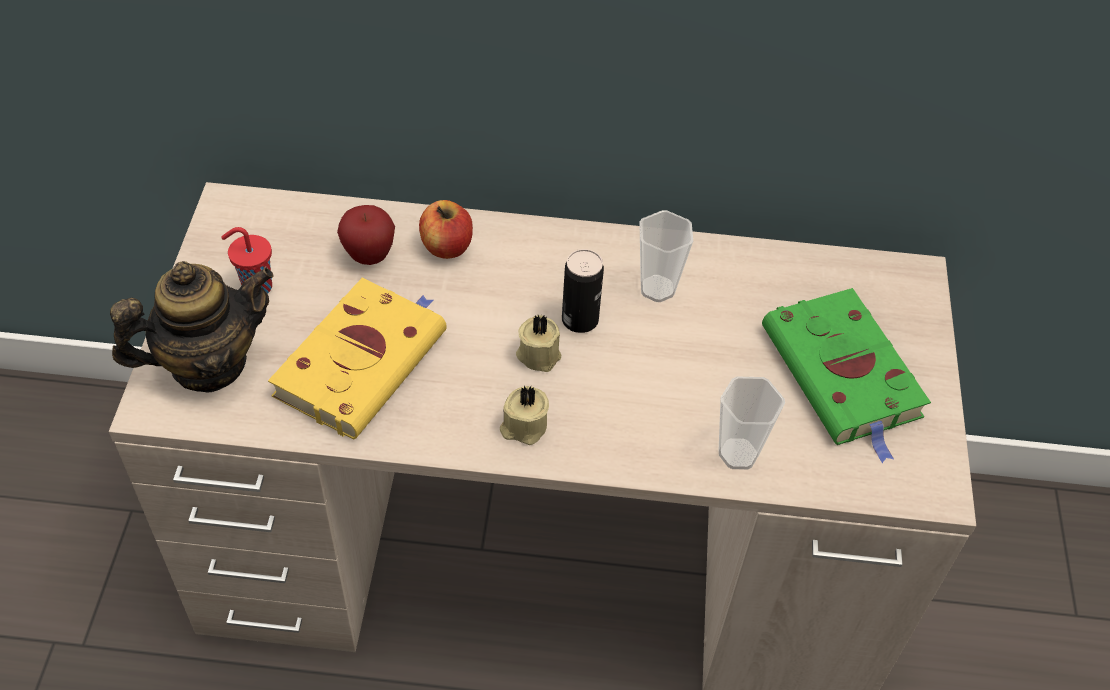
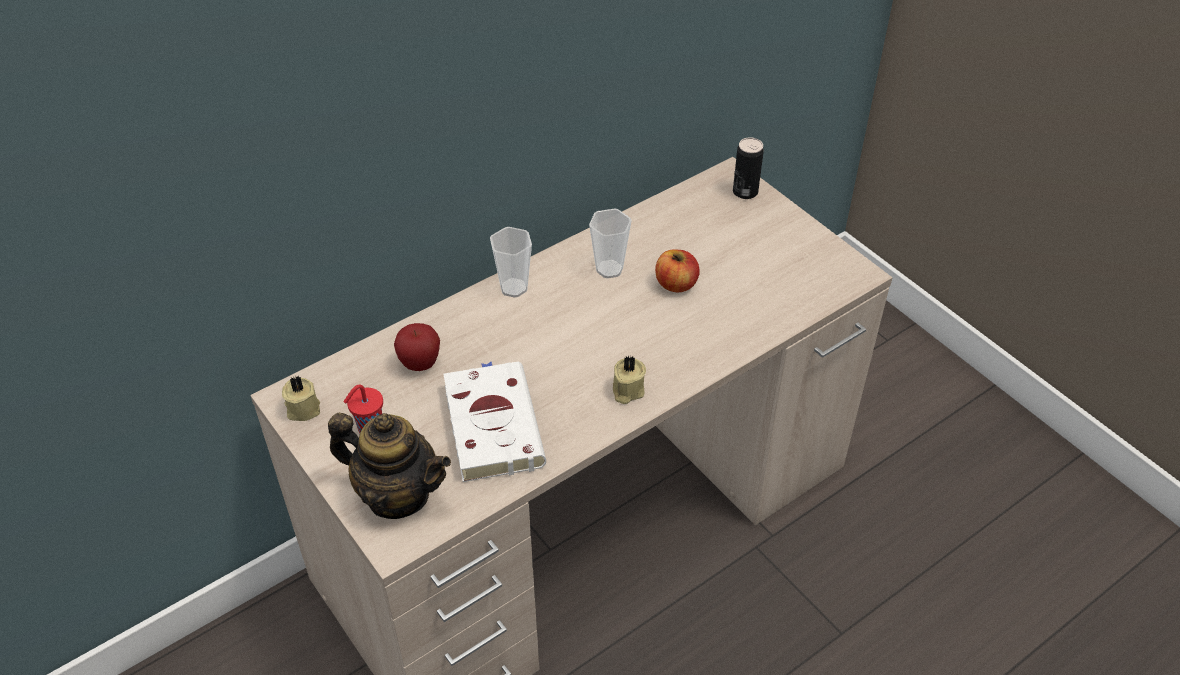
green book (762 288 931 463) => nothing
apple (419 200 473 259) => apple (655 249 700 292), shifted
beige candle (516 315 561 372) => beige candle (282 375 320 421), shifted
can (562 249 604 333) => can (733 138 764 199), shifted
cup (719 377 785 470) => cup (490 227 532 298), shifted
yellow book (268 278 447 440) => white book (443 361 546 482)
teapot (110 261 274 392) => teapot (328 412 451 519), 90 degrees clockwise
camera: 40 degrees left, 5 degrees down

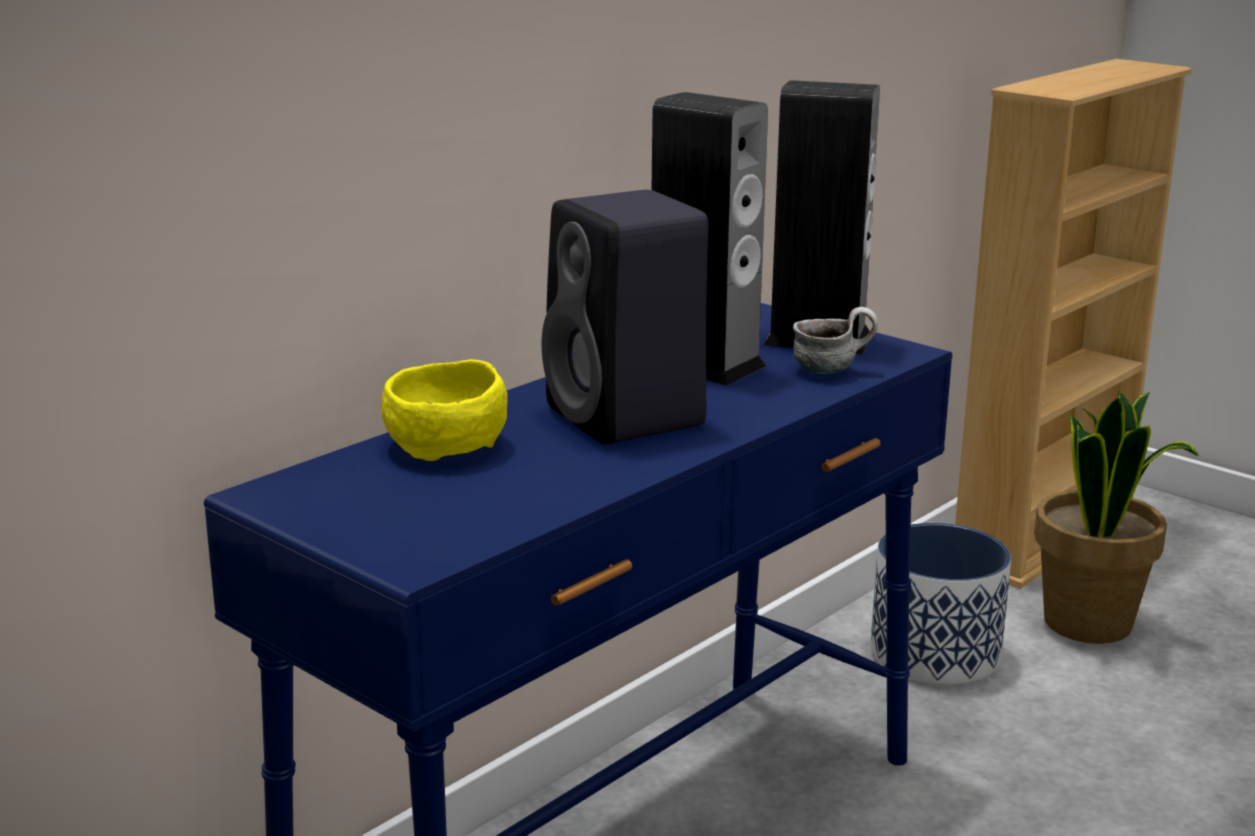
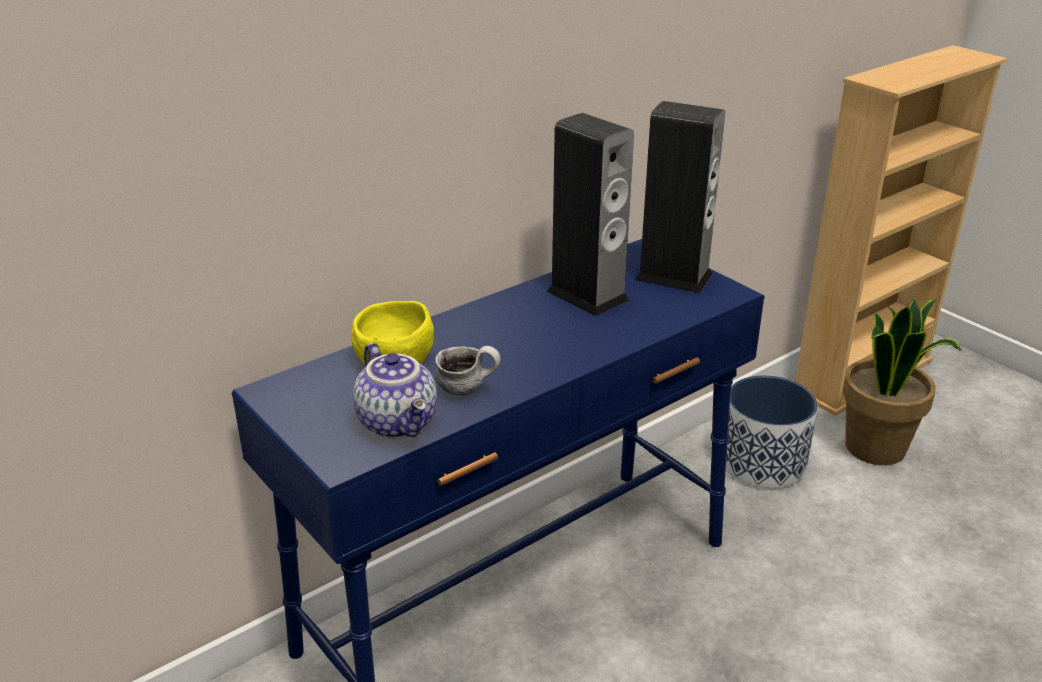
black speaker (542 190 708 444) => nothing
nothing => teapot (353 343 437 439)
mug (793 307 878 374) => mug (435 346 501 396), shifted
camera: 10 degrees right, 10 degrees up

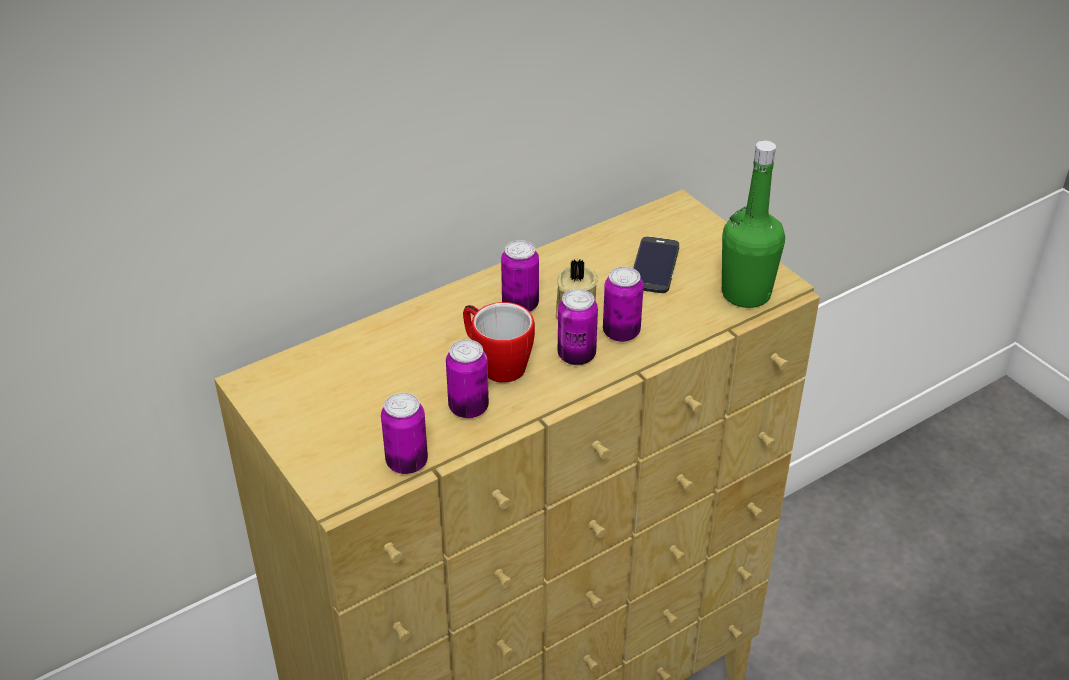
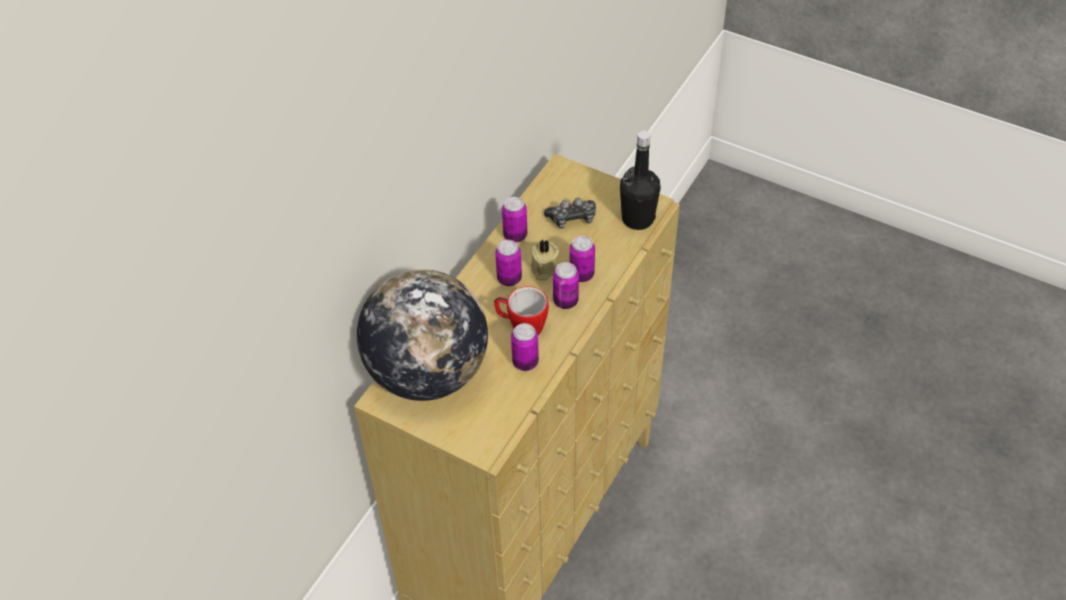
nothing => globe (357 269 488 401)
can (381 393 428 474) => can (502 197 527 243), shifted
phone (633 236 679 293) => game controller (544 198 596 229)
green bottle (722 141 785 308) => black bottle (620 131 661 230)
camera: 25 degrees left, 10 degrees up

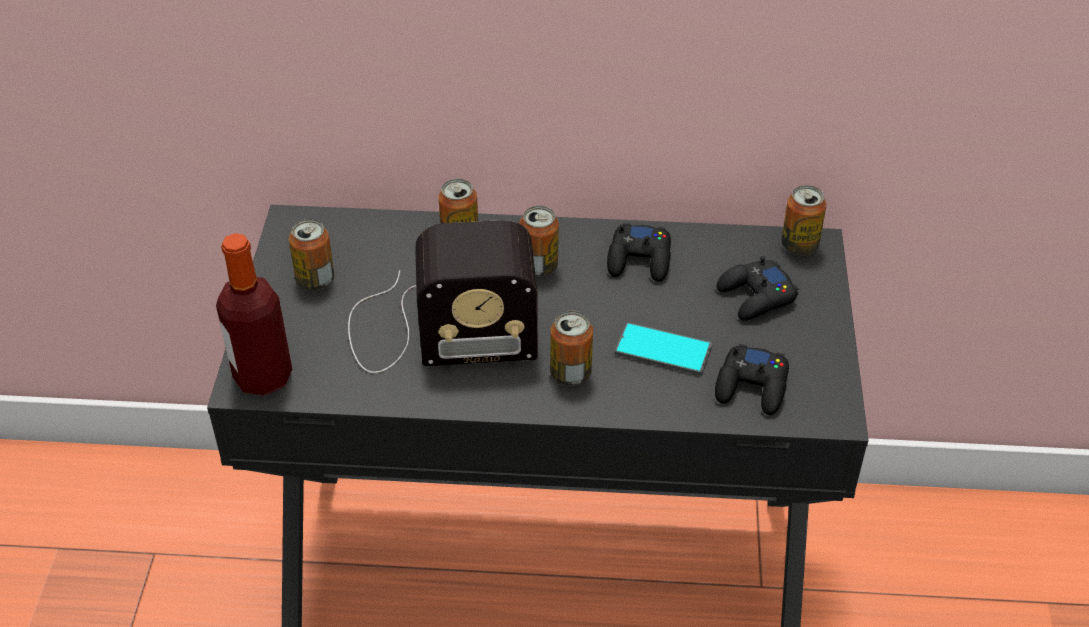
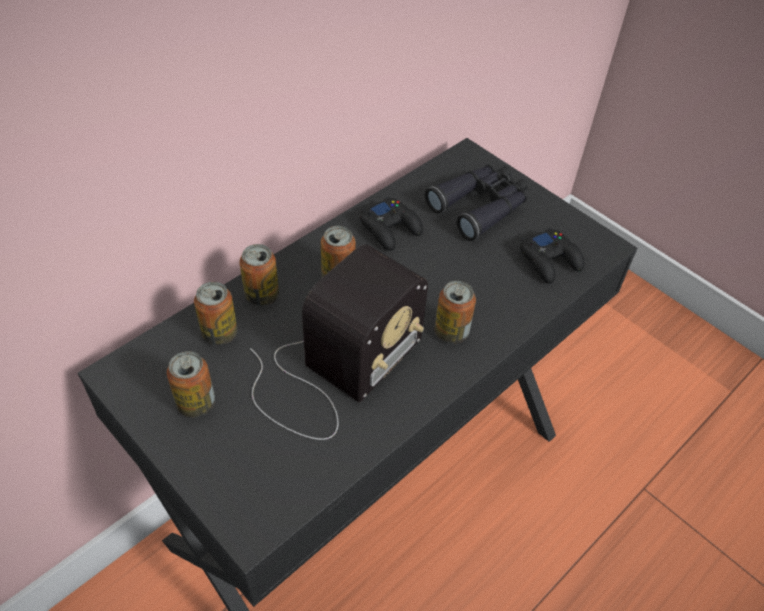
bottle (216 233 292 396) => nothing
phone (615 322 712 375) => nothing
can (781 185 826 255) => can (194 282 238 345), shifted
black game controller (717 256 799 321) => black binoculars (425 165 528 241)
camera: 50 degrees left, 5 degrees up

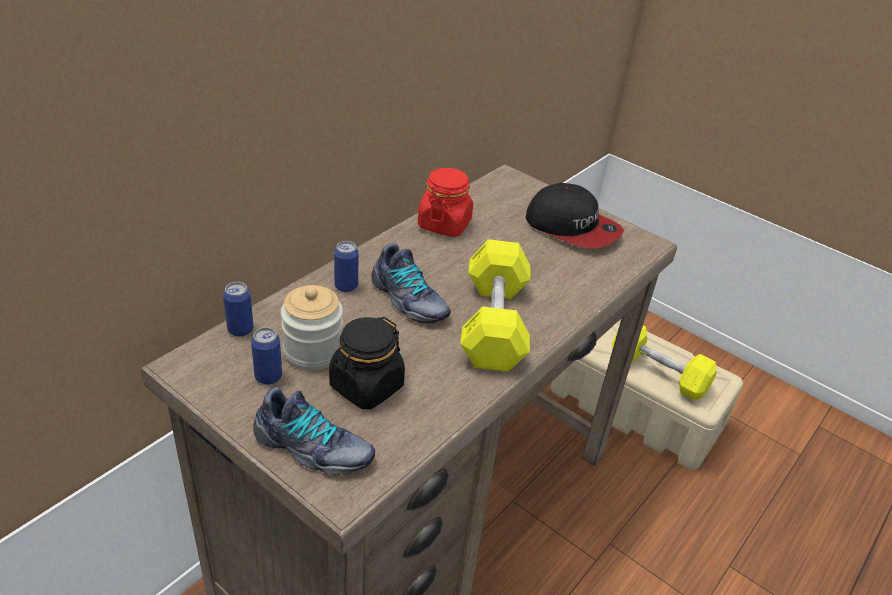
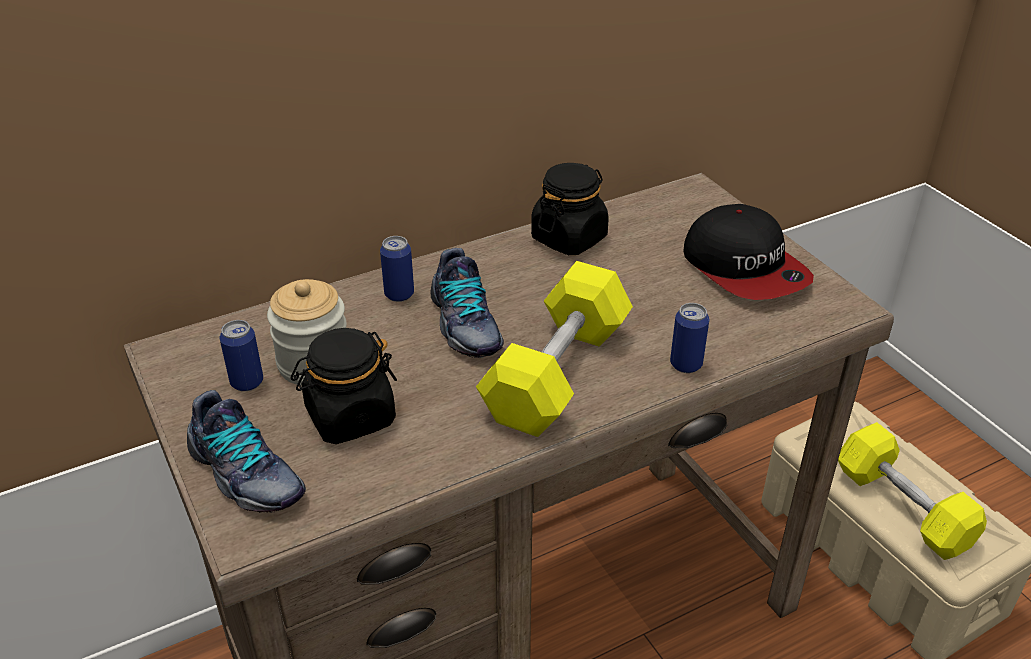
can (223 282 254 337) => can (670 303 709 373), shifted
red jar (418 168 473 237) => black jar (531 163 609 255)
camera: 25 degrees right, 0 degrees up

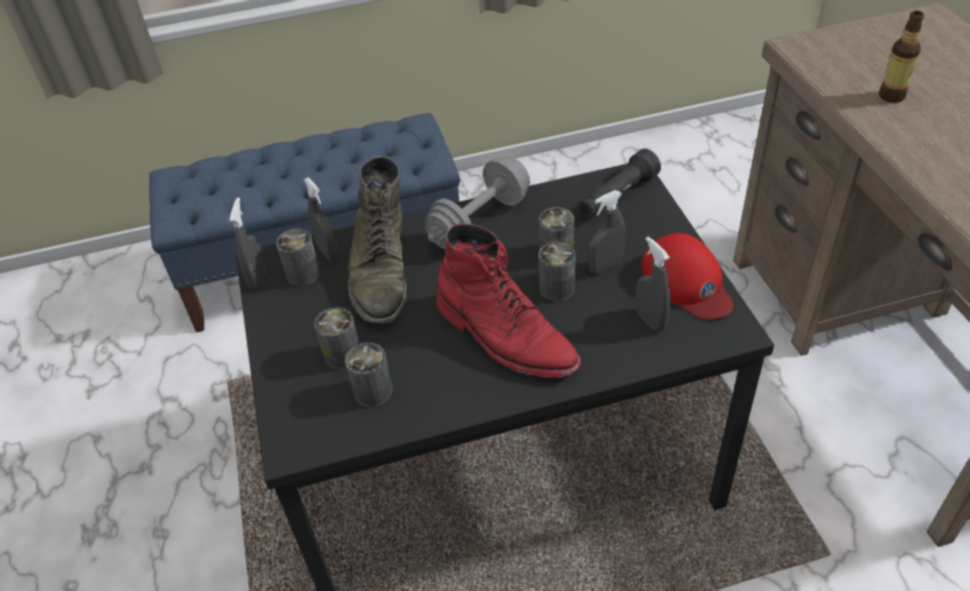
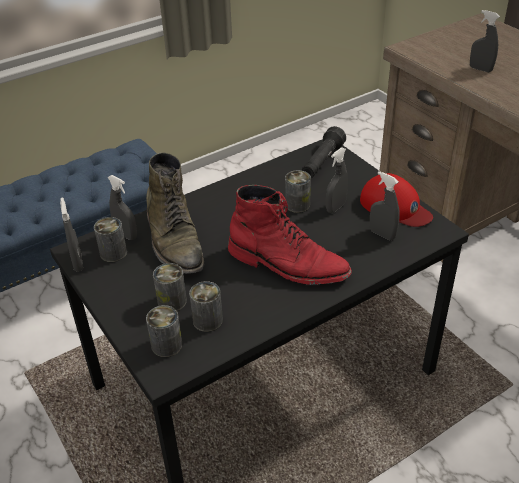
grey dumbbell (424 157 530 250) => nothing
can (539 242 576 301) => can (146 305 182 357), shifted
bottle (879 11 924 103) => grey spray bottle (470 10 500 73)
camera: 20 degrees left, 5 degrees down

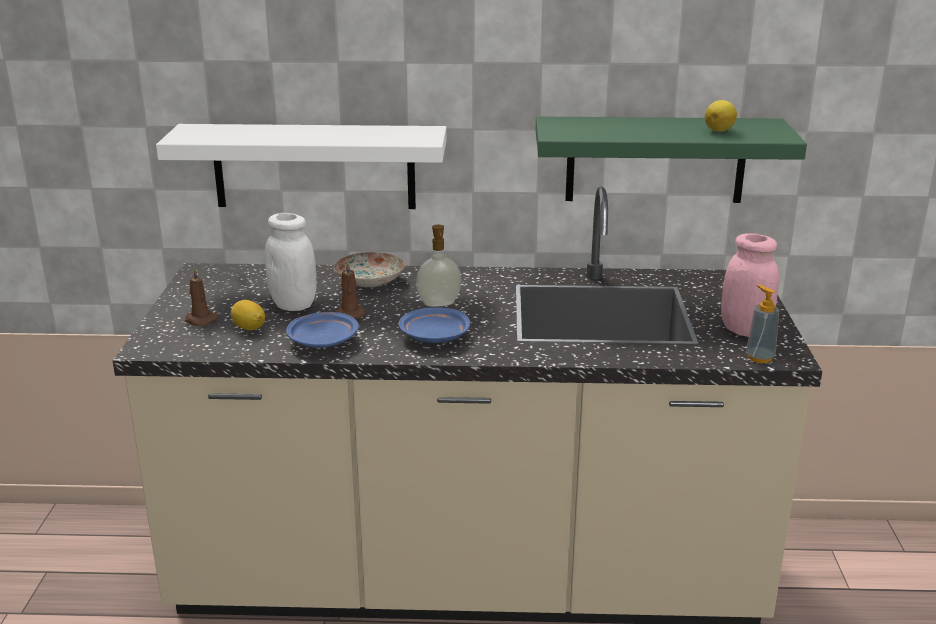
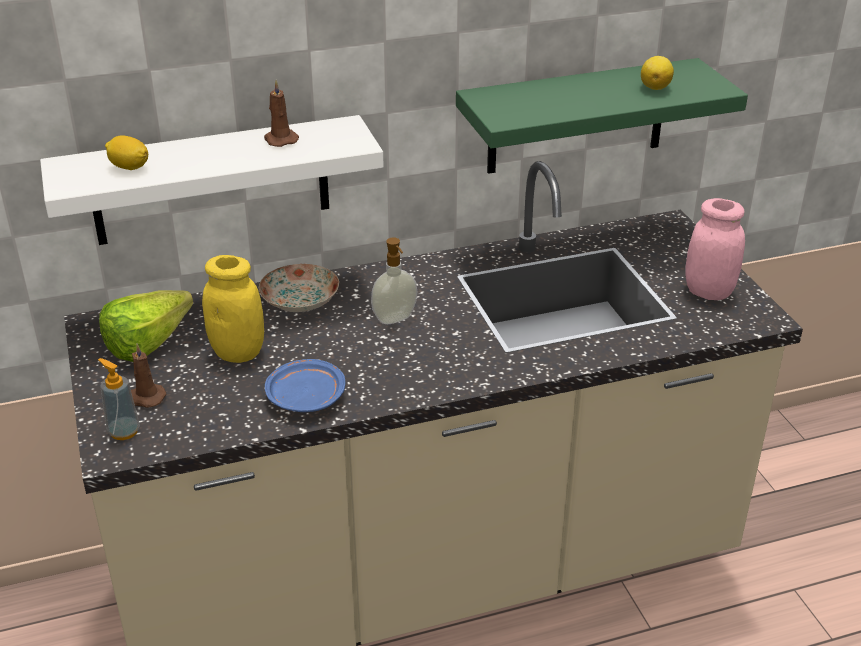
blue plate (399 307 470 343) => nothing
nothing => lettuce (99 290 193 362)
lemon (231 300 265 331) => lemon (105 135 148 170), shifted
brown candle (337 261 365 318) => brown candle (264 80 299 147), shifted
soap dispenser (746 285 779 363) => soap dispenser (98 358 140 440), shifted
white jar (265 212 316 311) => yellow jar (202 255 264 363)
camera: 20 degrees left, 10 degrees up

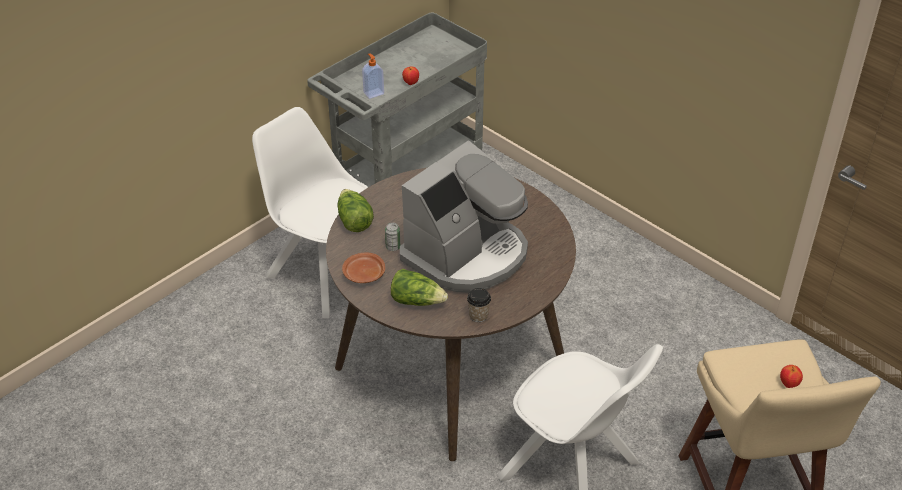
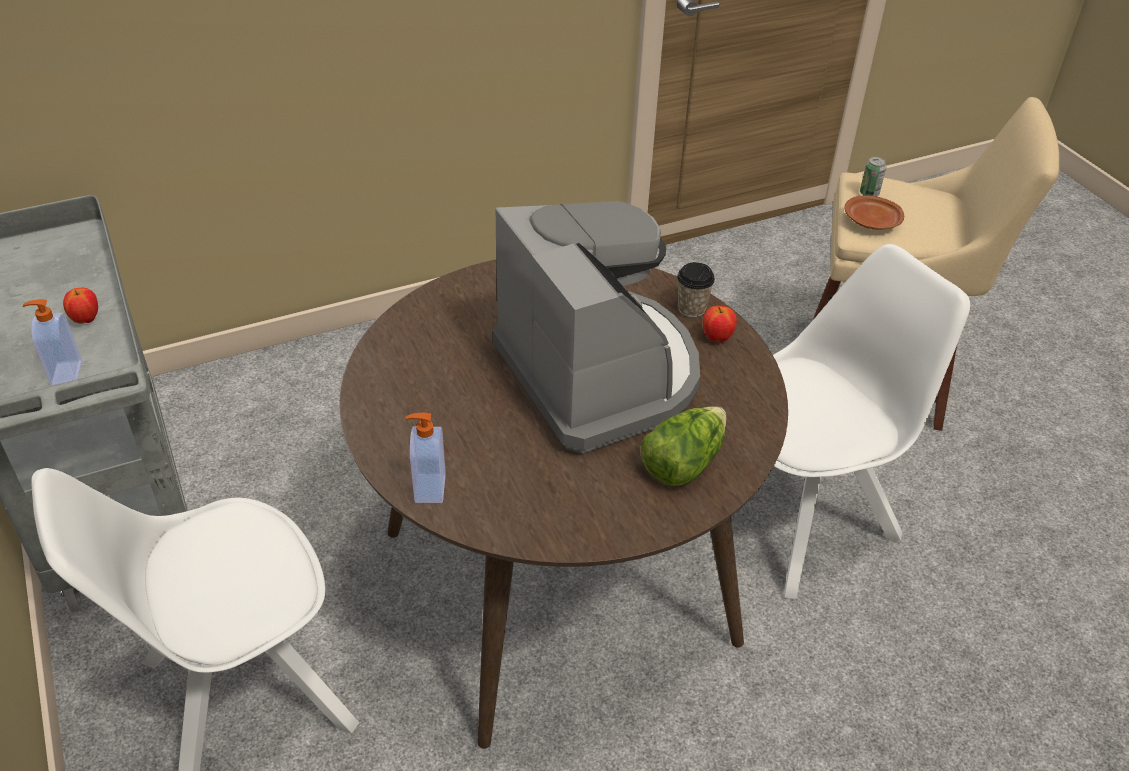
brown plate (342 252 385 283) => brown plate (845 196 904 230), shifted
can (385 223 400 251) => can (860 157 886 197), shifted
cup (467 288 491 322) => cup (677 262 715 317), shifted
apple (780 365 803 388) => apple (703 306 737 342), shifted
lettuce (337 189 374 232) => soap dispenser (405 413 446 503)
camera: 70 degrees left, 0 degrees up

